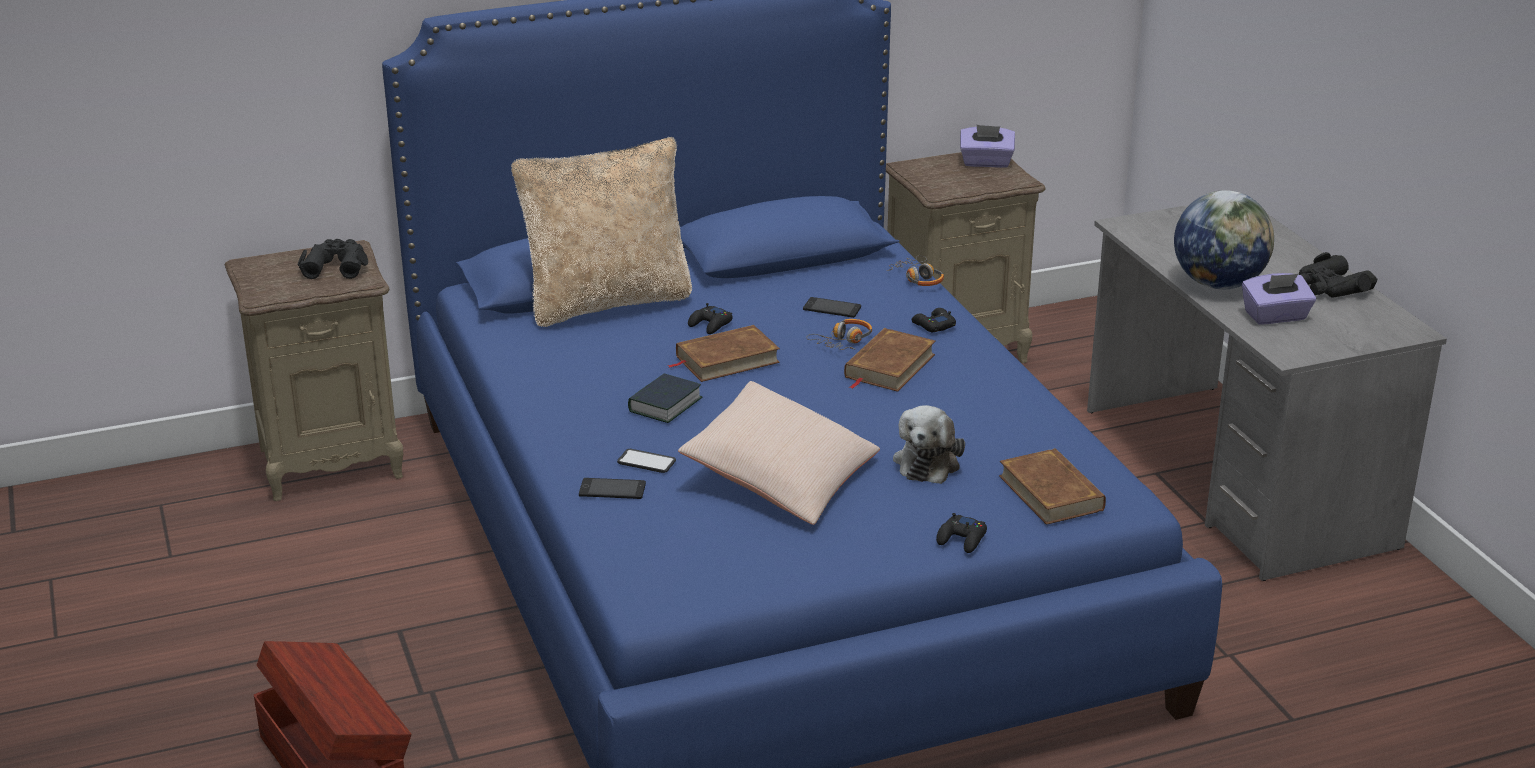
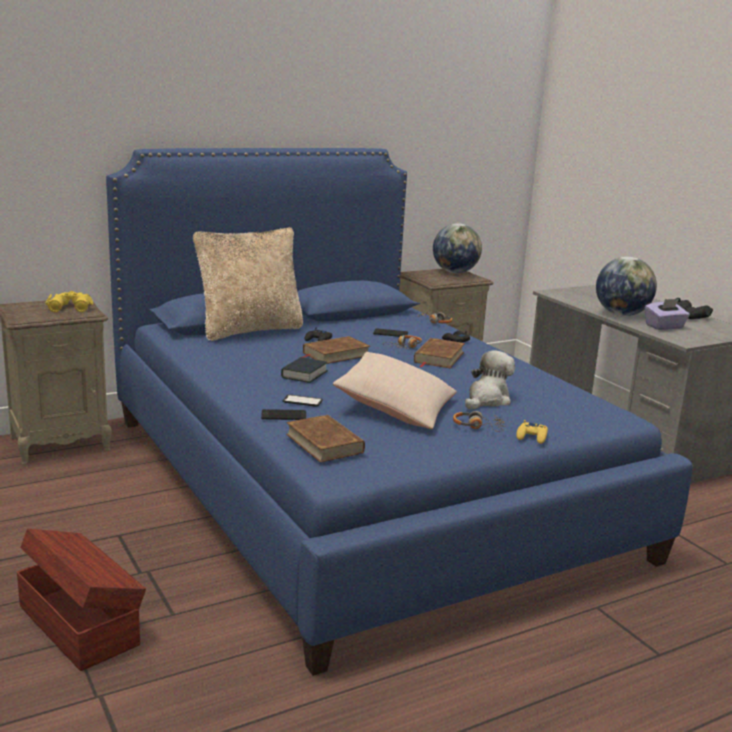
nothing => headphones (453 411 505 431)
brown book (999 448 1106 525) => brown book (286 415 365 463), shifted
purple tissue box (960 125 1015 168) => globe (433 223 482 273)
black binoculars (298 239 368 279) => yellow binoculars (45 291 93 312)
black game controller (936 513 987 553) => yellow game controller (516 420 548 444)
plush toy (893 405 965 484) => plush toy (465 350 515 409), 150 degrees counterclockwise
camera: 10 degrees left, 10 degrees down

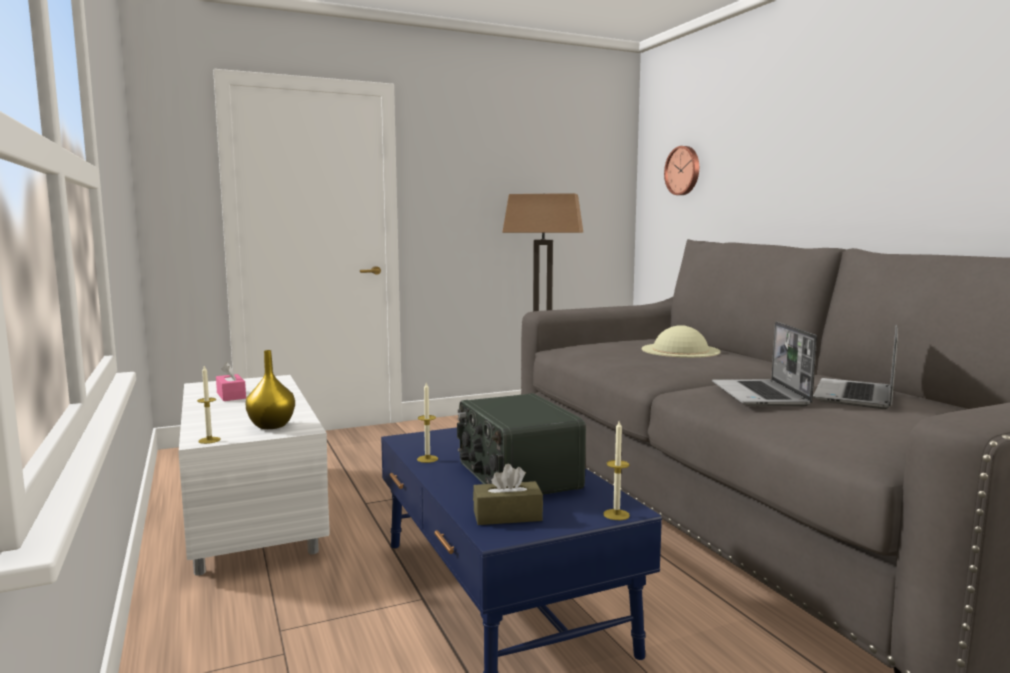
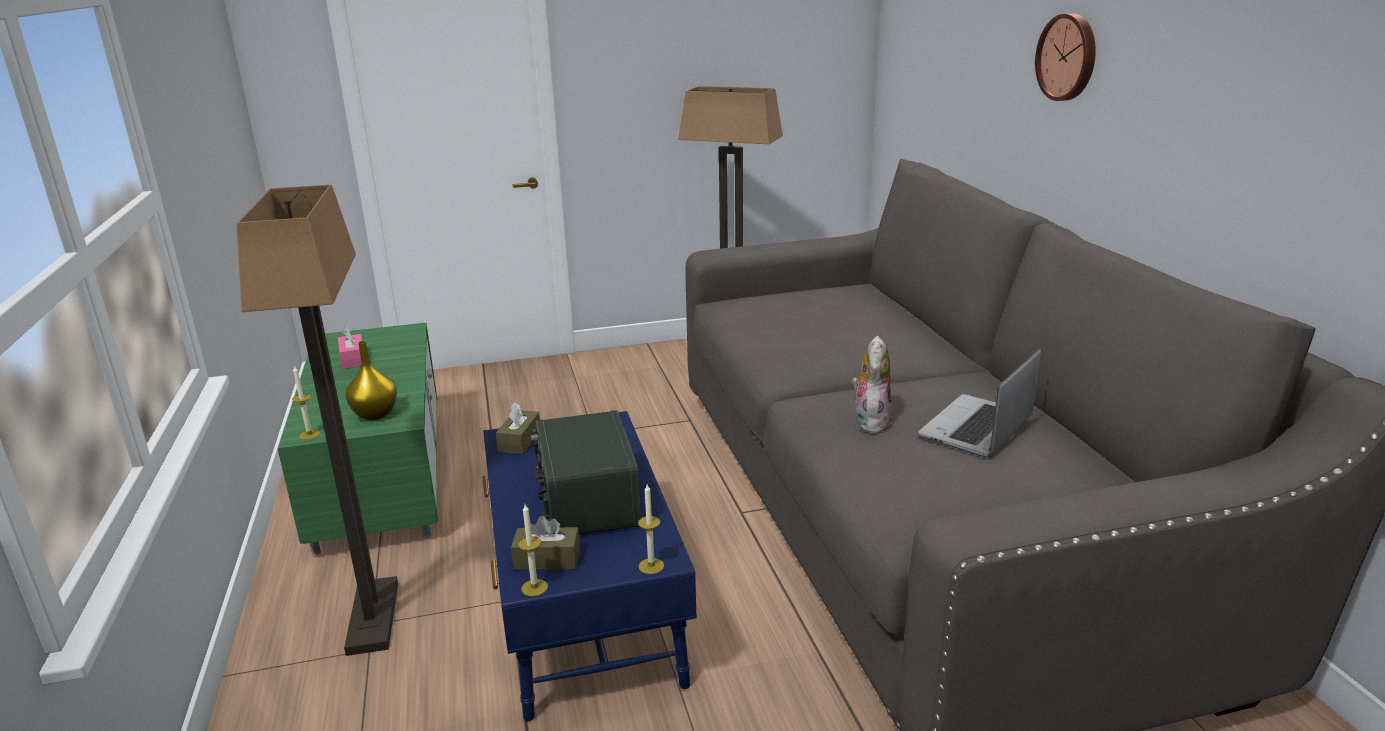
beige hat (642 325 720 358) => nothing
nothing => floor lamp (236 184 398 656)
nothing => brown tissue box (496 403 540 454)
candle (417 383 438 463) => candle (518 504 548 596), shifted
wall clock (664 146 699 195) => wall clock (1035 13 1096 101), shifted
laptop (712 322 817 406) => plush toy (852 336 892 433)
white tv stand (179 375 330 576) => green tv stand (278 323 438 555)
camera: 10 degrees right, 15 degrees up

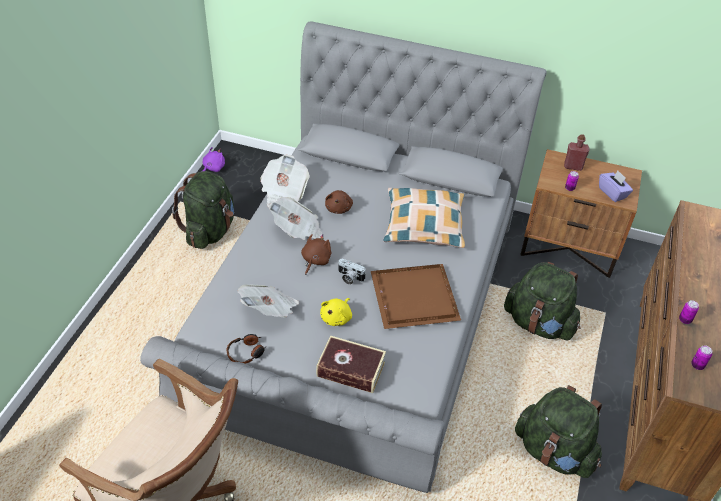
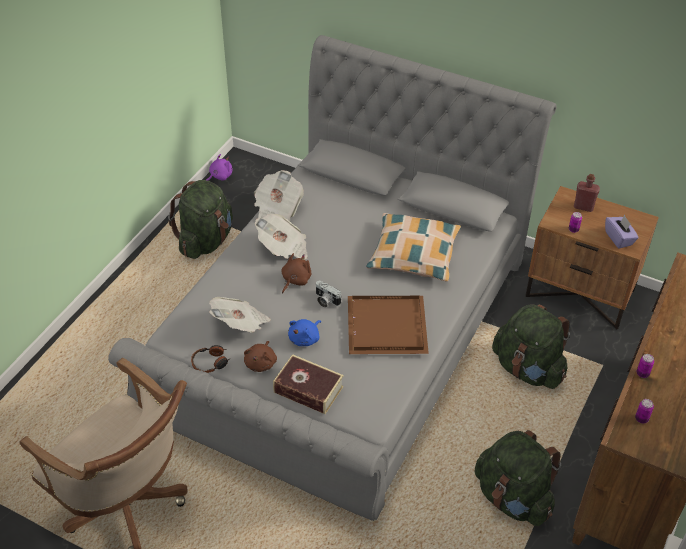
brown plush toy (325 190 353 214) => brown plush toy (244 341 277 372), shifted
yellow plush toy (320 298 352 326) => blue plush toy (288 319 321 346)
camera: 10 degrees right, 0 degrees up

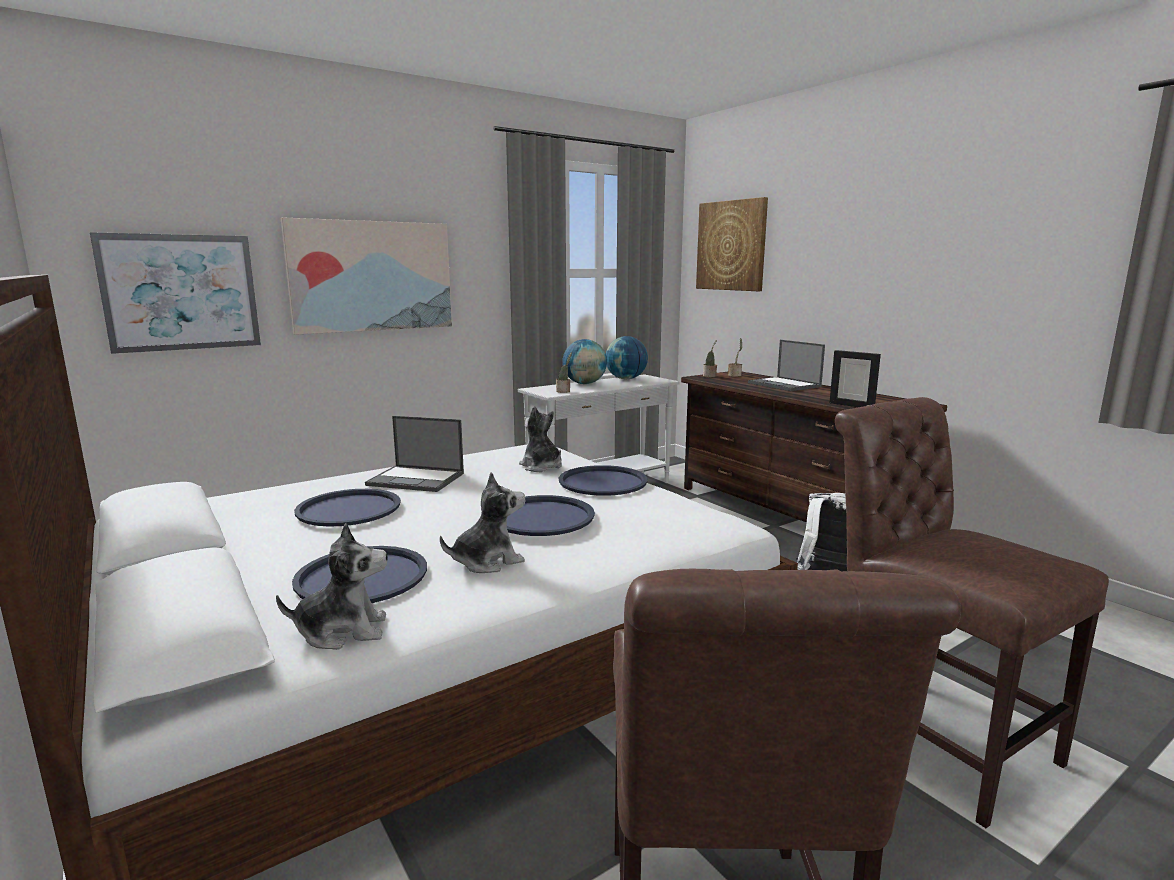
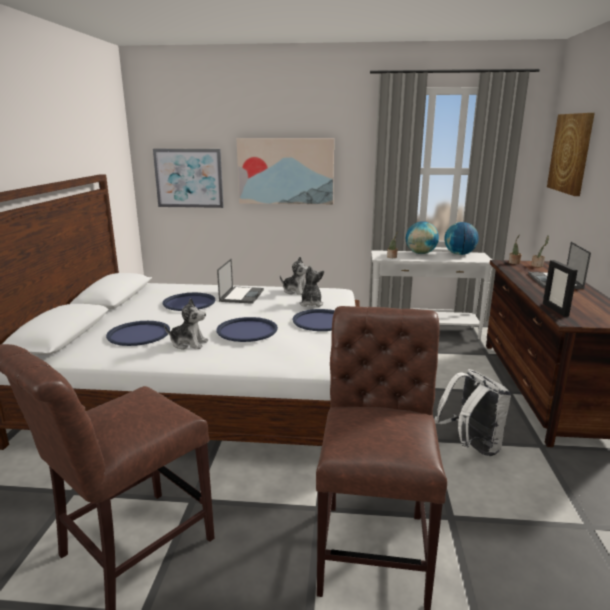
plush toy (276 523 388 650) => plush toy (280 257 308 295), shifted
laptop (365 416 464 492) => laptop (217 259 264 304), 135 degrees counterclockwise
camera: 40 degrees right, 5 degrees up

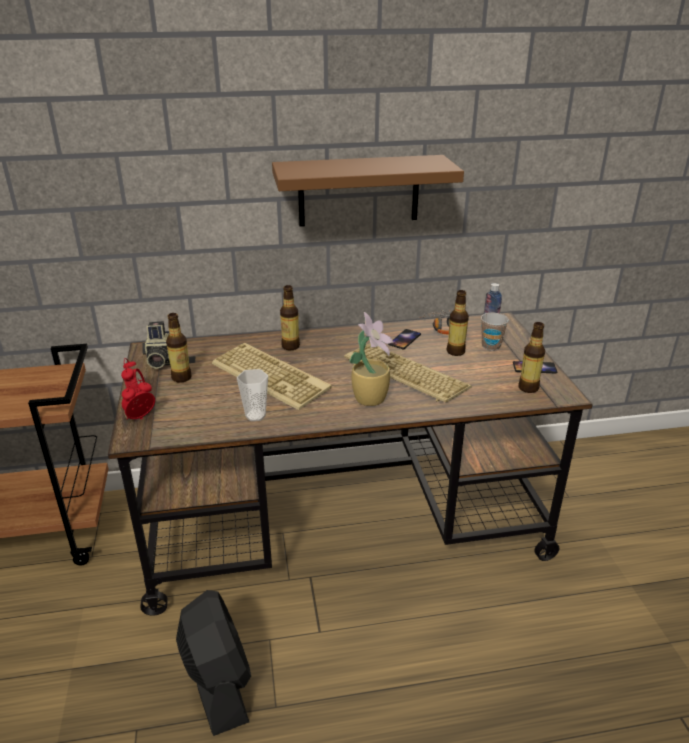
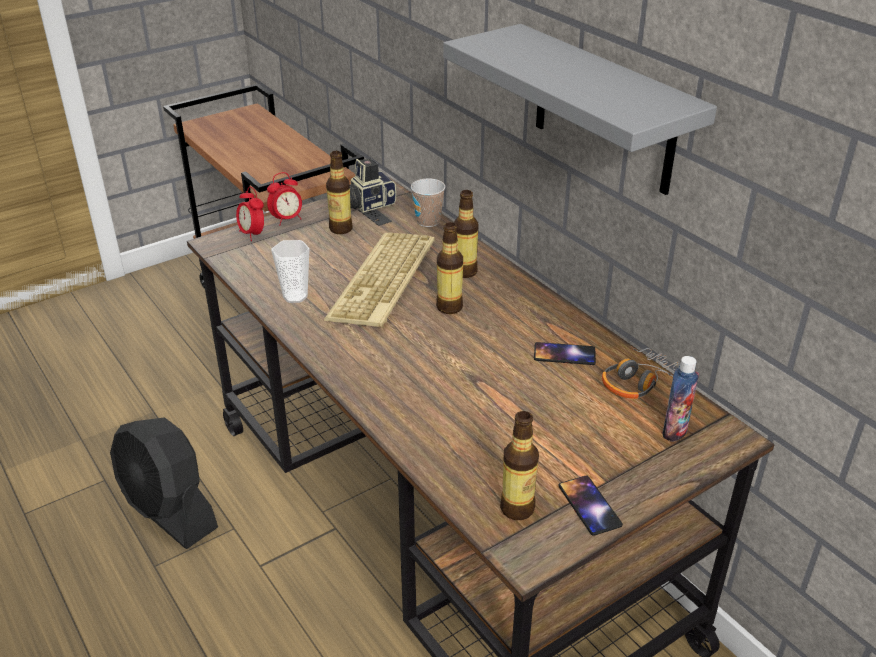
keyboard (344 343 472 403) => nothing
potted plant (349 312 394 406) => nothing
bottle (447 290 469 356) => bottle (436 222 463 314), shifted
cup (481 313 509 351) => cup (411 178 446 227), shifted
brown shelf (272 155 464 227) => grey shelf (443 24 717 195)
alarm clock (122 380 155 420) => alarm clock (236 187 264 241), 150 degrees counterclockwise
black fan (176 590 251 736) => black fan (110 417 218 549), 90 degrees clockwise
camera: 65 degrees right, 5 degrees up

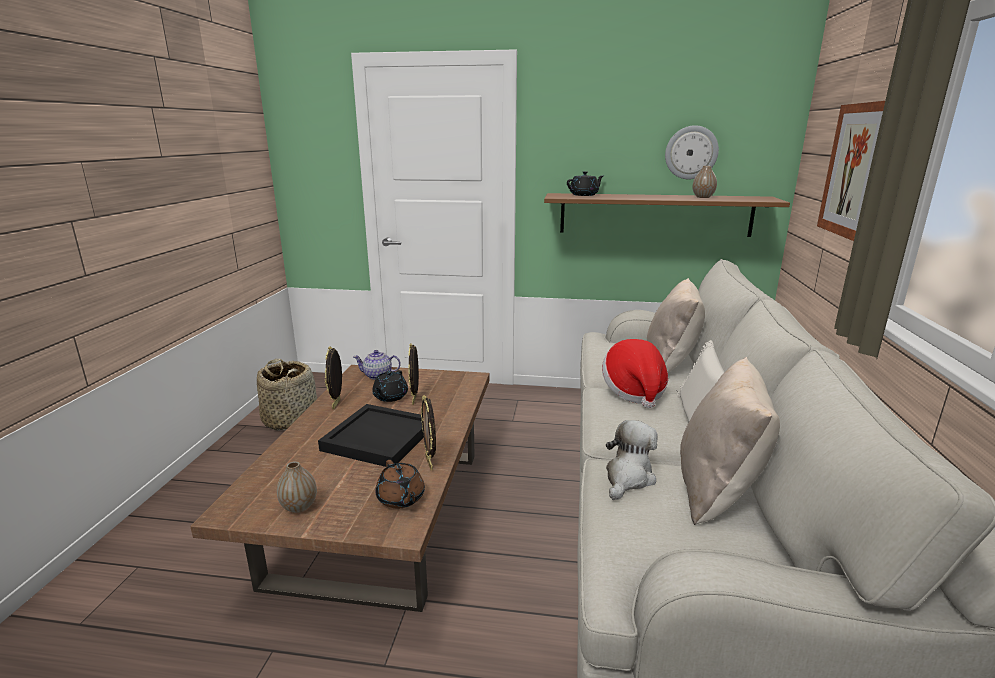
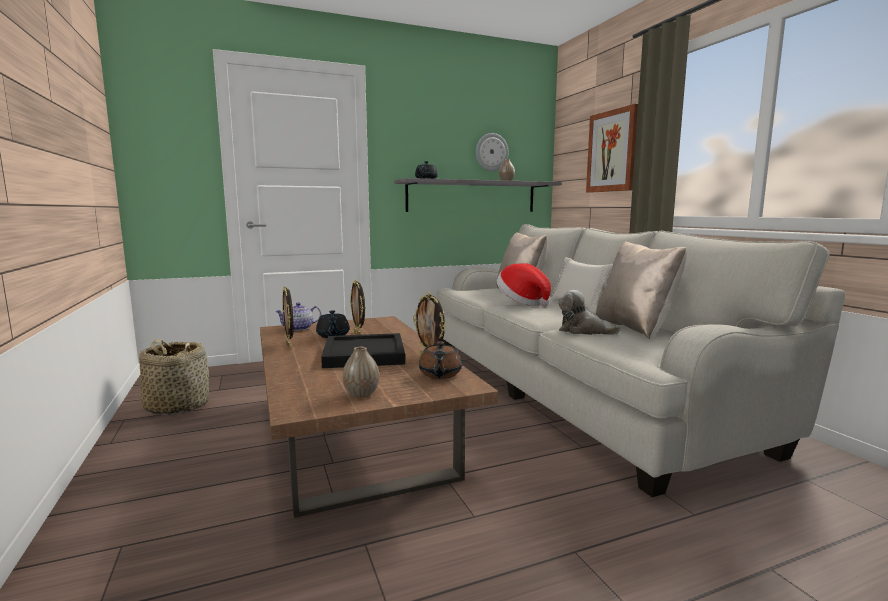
brown shelf (544 193 790 237) => grey shelf (394 178 562 212)
brown teapot (375 460 425 509) => brown teapot (419 341 462 379), 60 degrees clockwise
plush toy (606 420 658 500) => plush toy (559 290 621 335), 60 degrees counterclockwise
camera: 30 degrees left, 10 degrees down

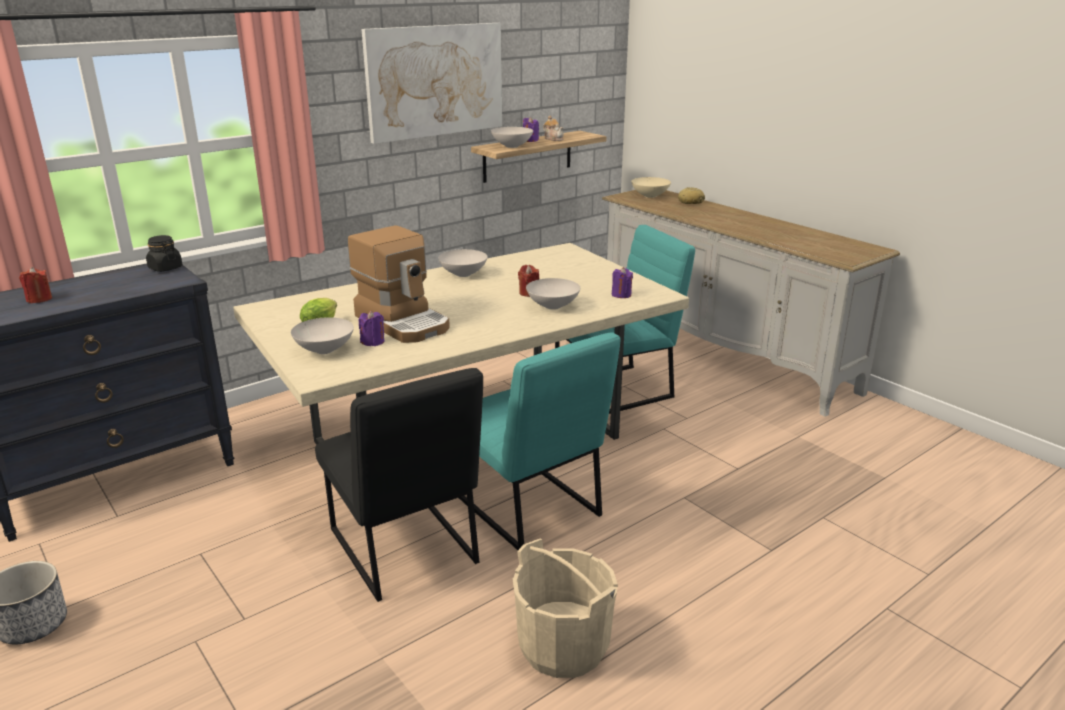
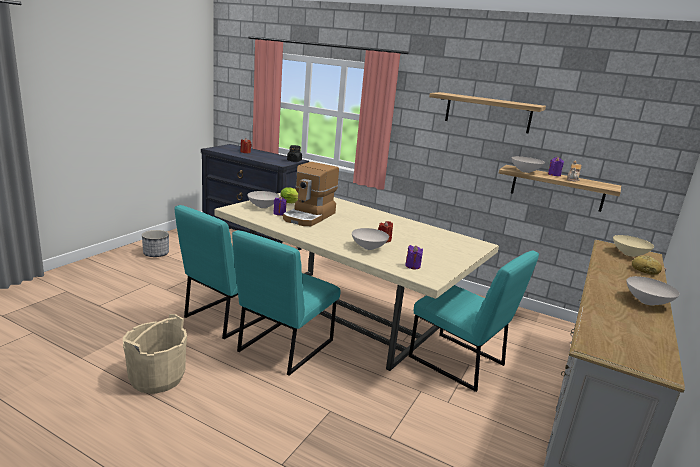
white bowl (438 249 488 277) => white bowl (627 276 679 306), shifted
picture (361 23 502 144) => shelf (429 92 546 134)
black chair (315 368 483 602) => turquoise chair (175 205 265 339)
camera: 65 degrees right, 5 degrees down

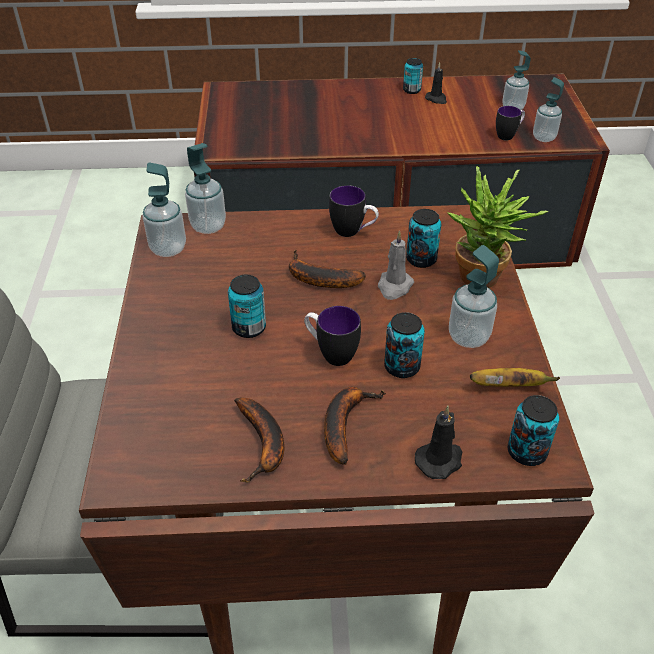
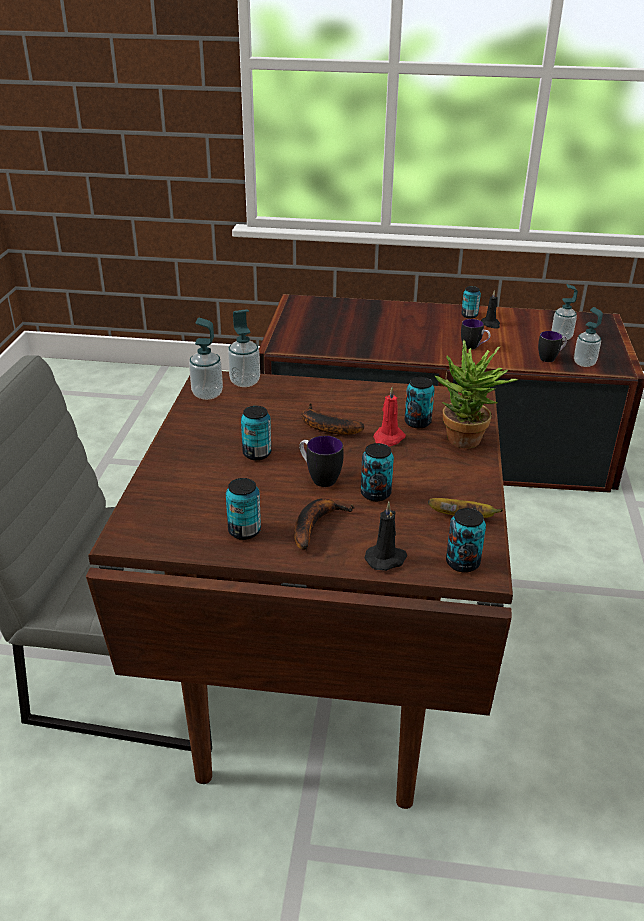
soap dispenser (449 245 499 348) => nothing
mug (329 185 379 237) => mug (461 319 491 350), shifted
banana (234 398 285 483) => can (226 478 261 540)
grey candle (378 230 414 300) => red candle (373 387 406 447)
camera: 10 degrees right, 10 degrees down

